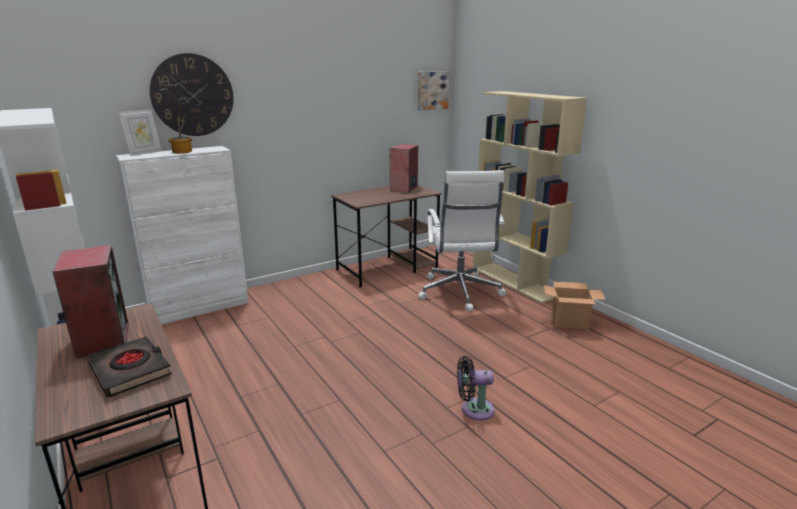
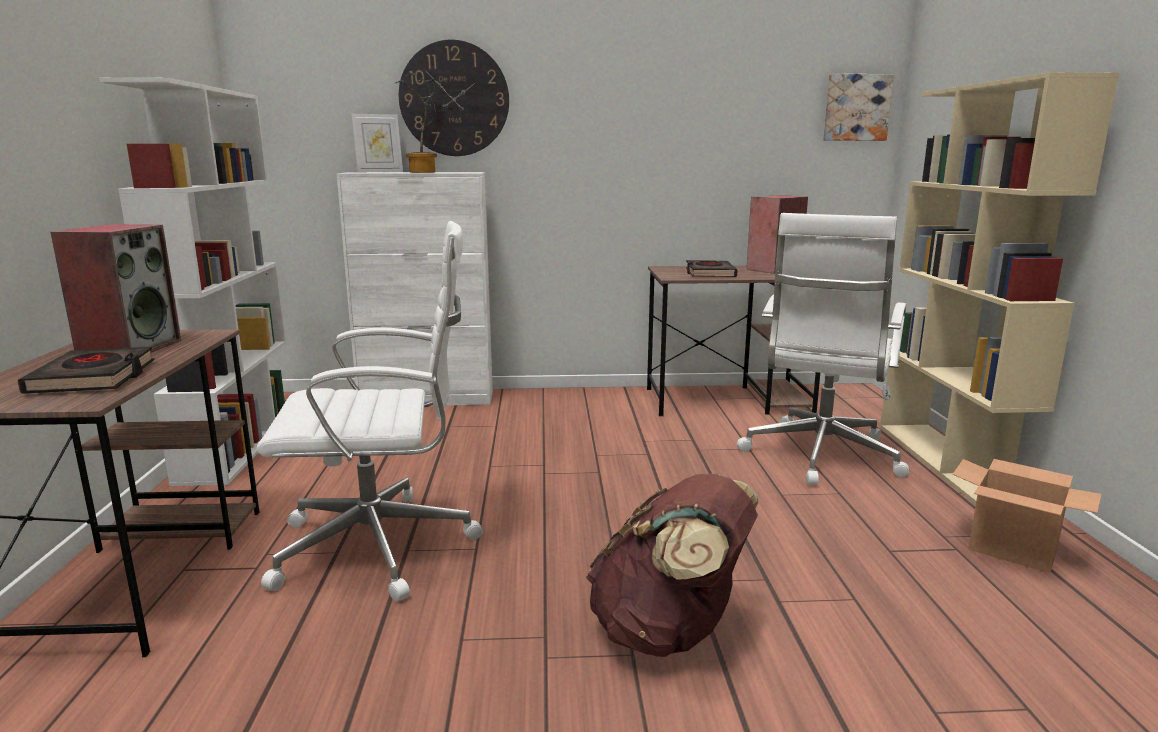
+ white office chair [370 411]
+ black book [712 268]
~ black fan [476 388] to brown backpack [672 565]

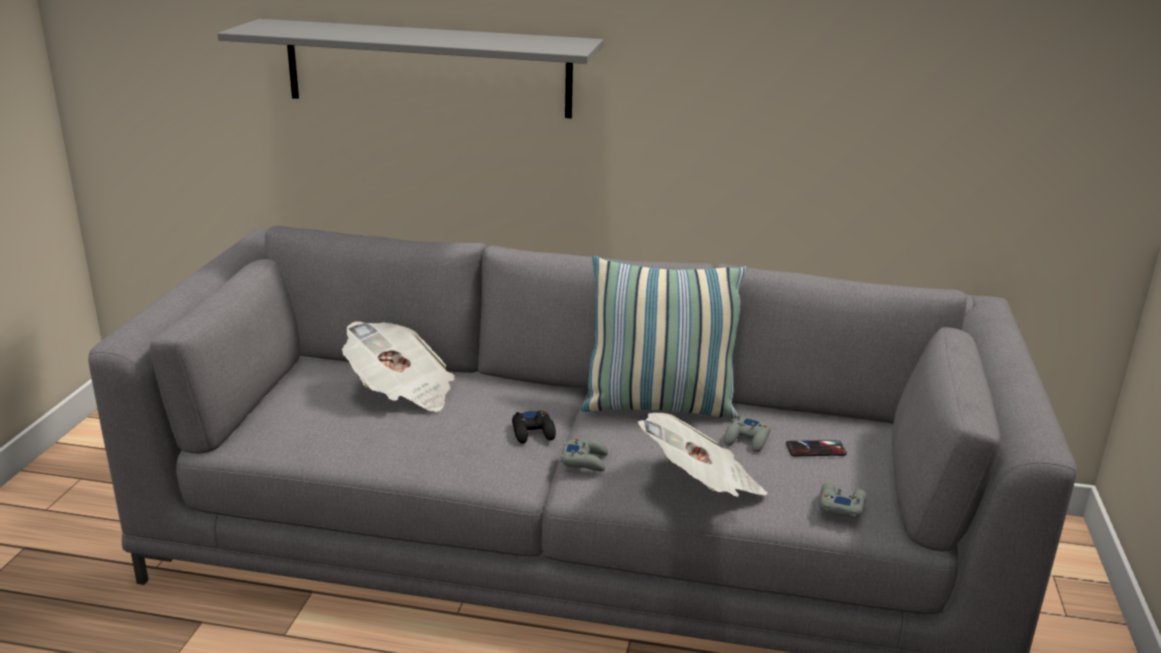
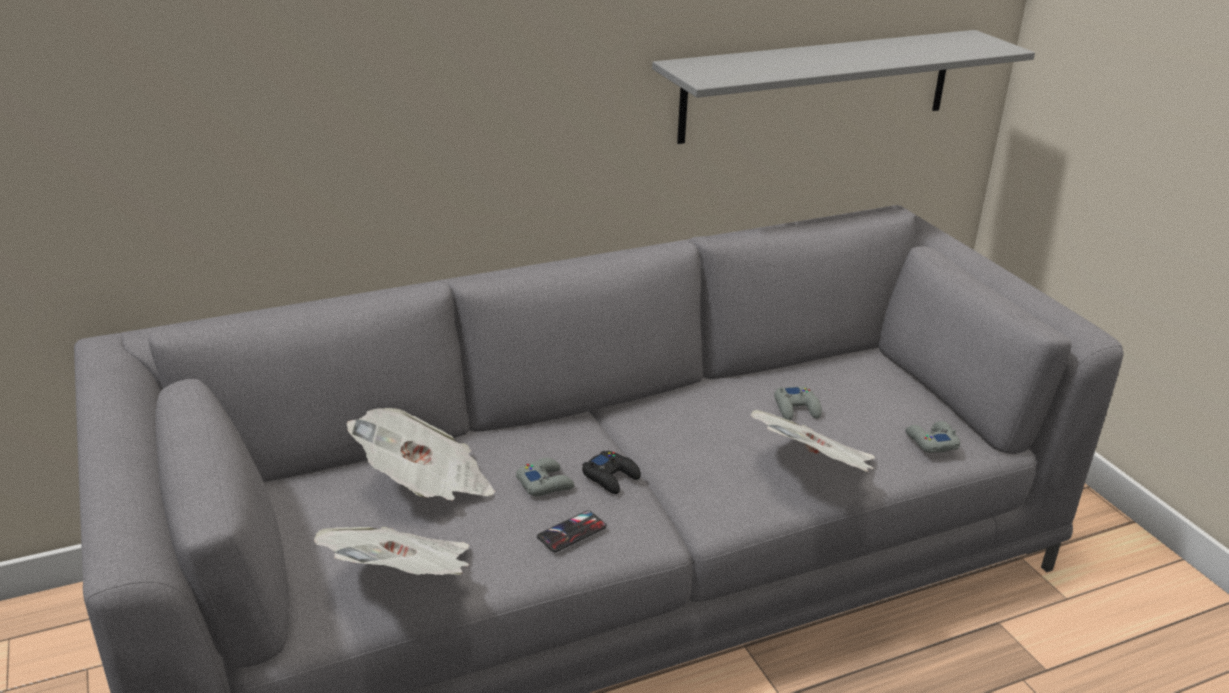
- pillow [664 337]
+ newspaper [391 551]
~ grey shelf [410 68] to [843 87]
~ grey game controller [584 455] to [545 477]
~ phone [816 448] to [572 531]

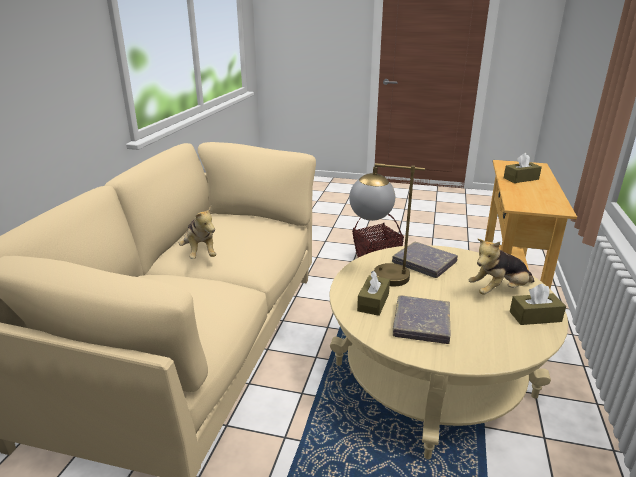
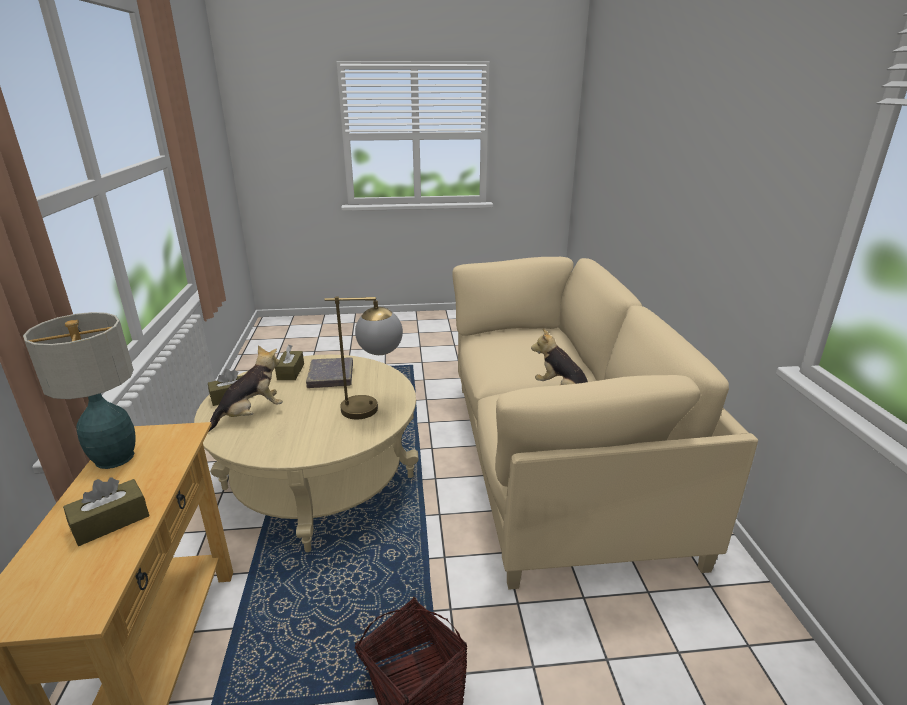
- grey book [425 260]
+ table lamp [79 390]
~ brown tissue box [373 293] to [289 362]

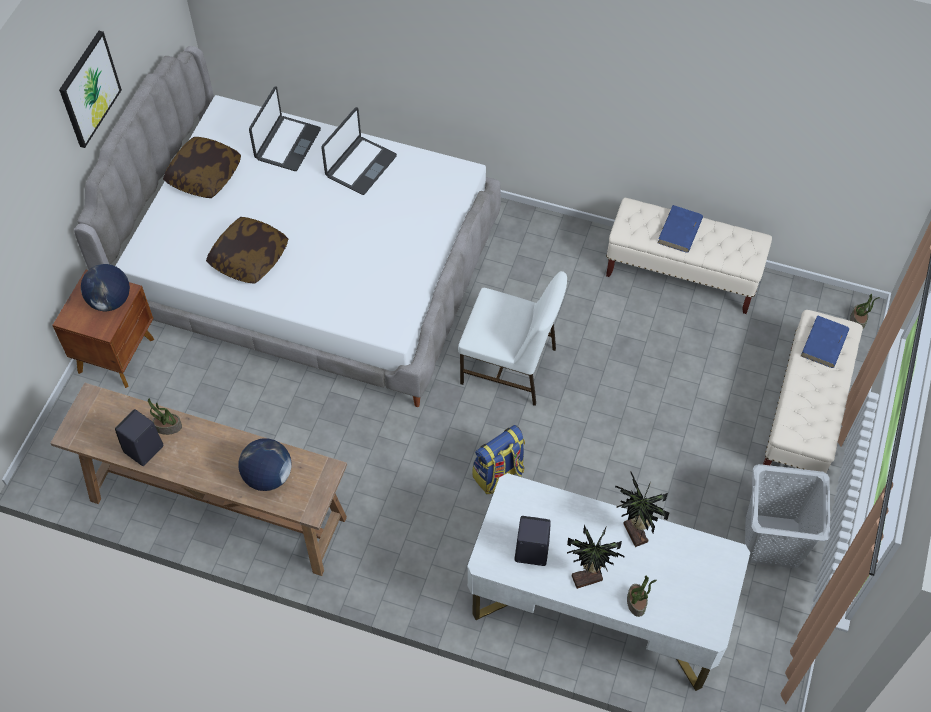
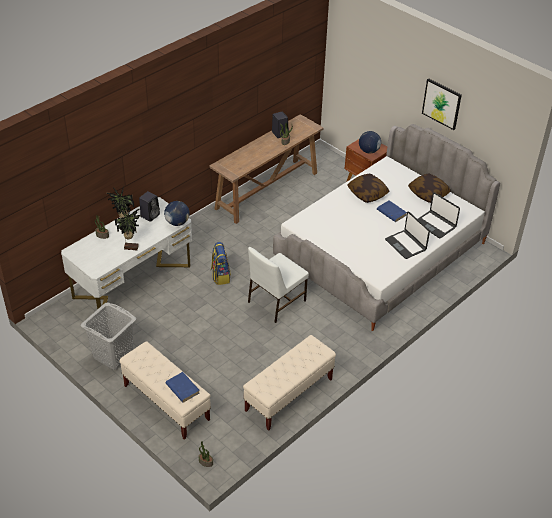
~ globe [265 464] to [177 213]
~ blue book [680 229] to [392 211]

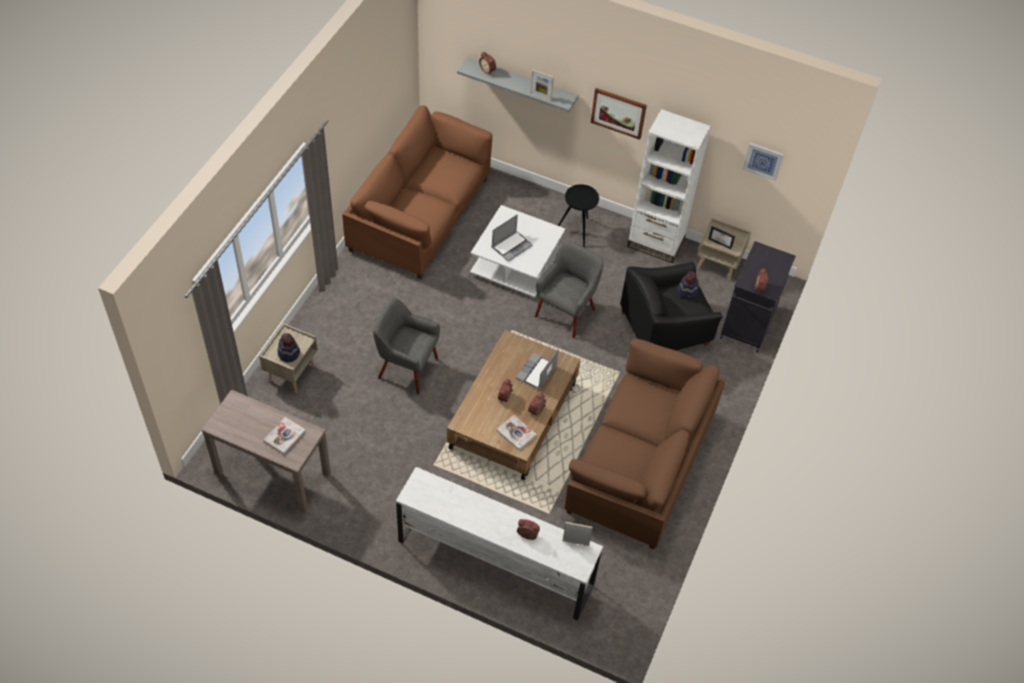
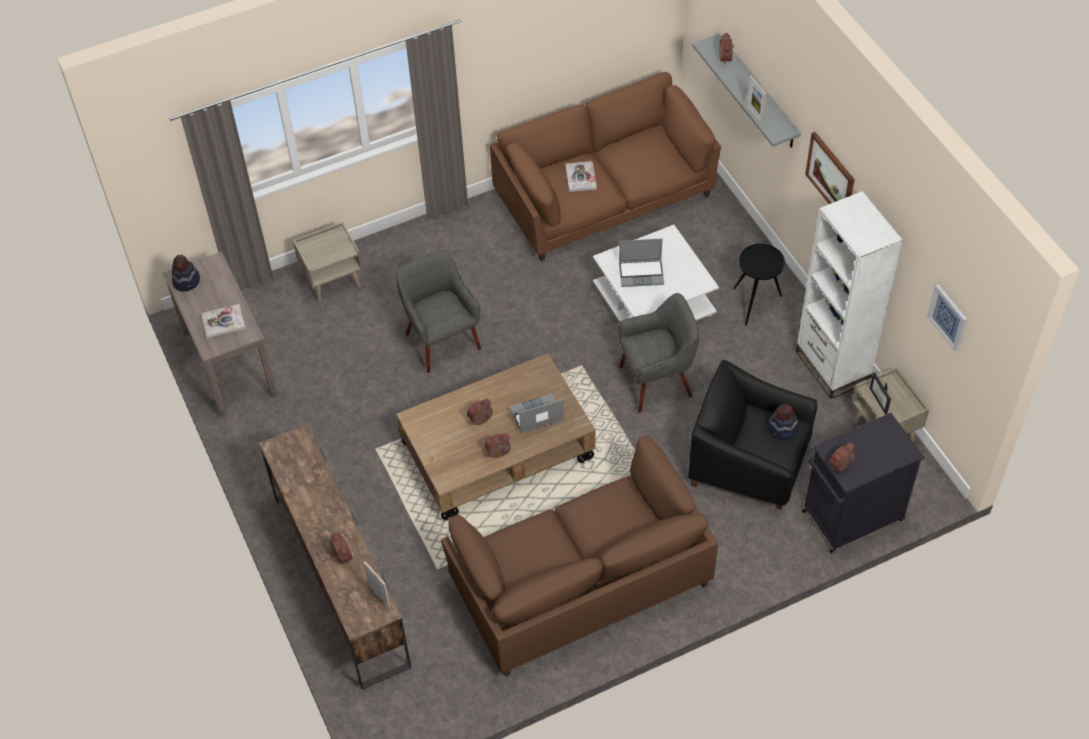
~ hat [289 347] to [186 273]
~ book [516 432] to [581 176]
~ white tv stand [499 544] to brown tv stand [335 557]

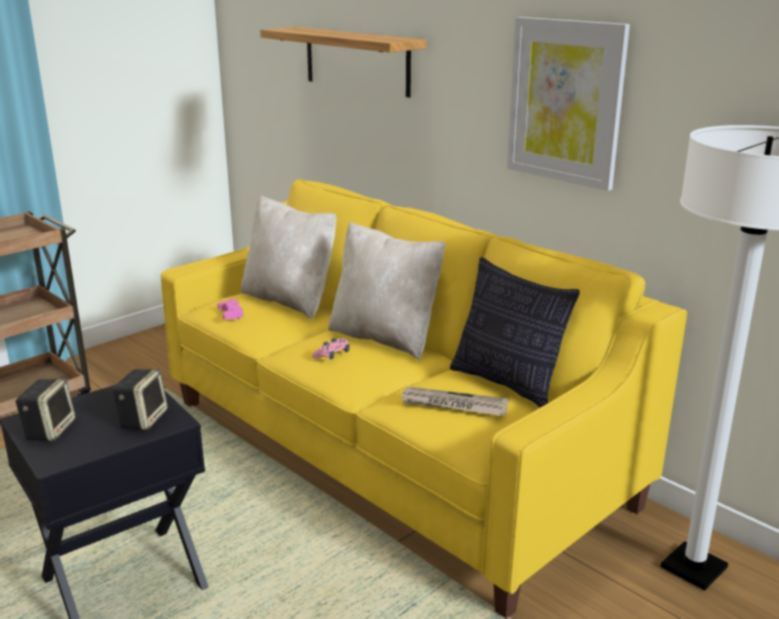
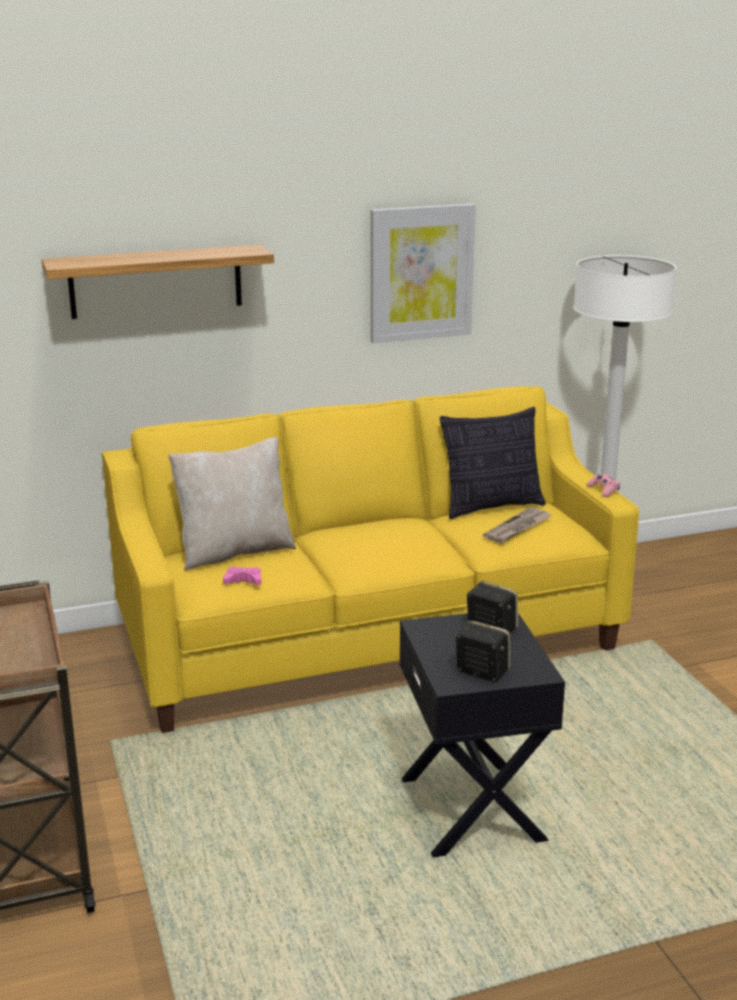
- beige pillow [387 291]
~ pink game controller [331 348] to [603 485]

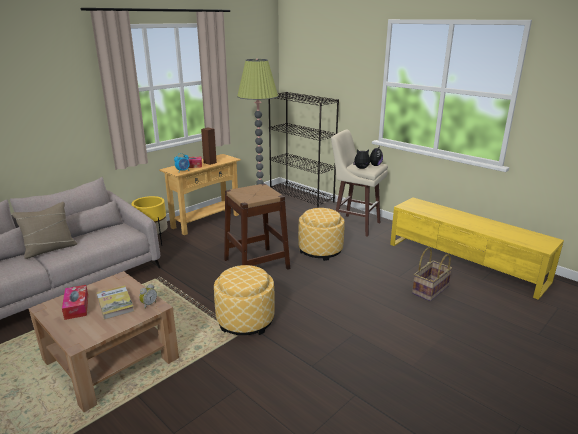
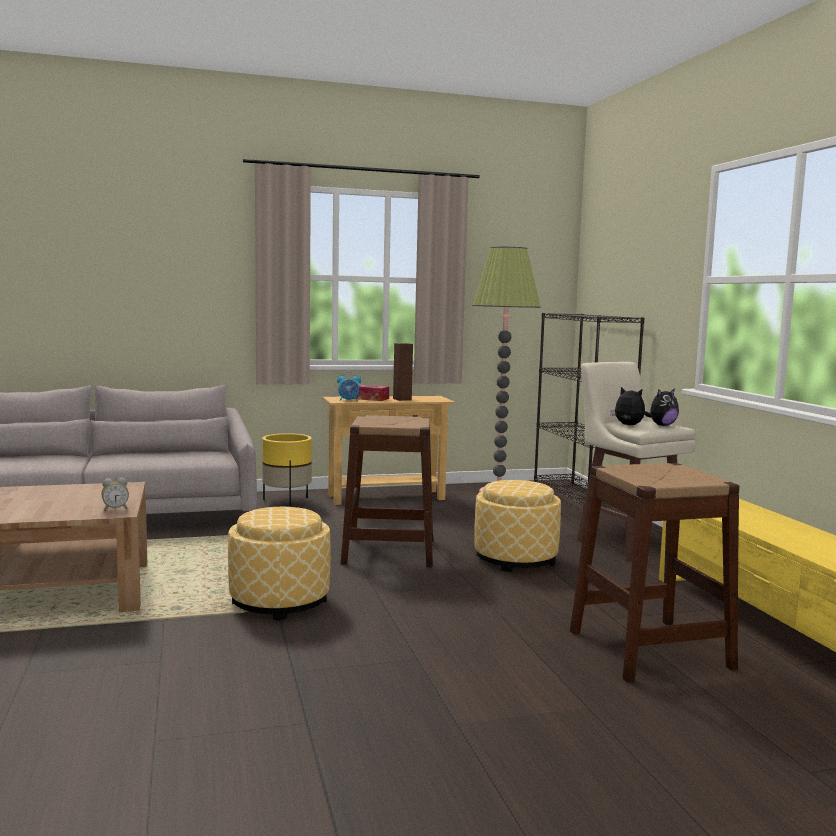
- beige pillow [44 230]
- tissue box [75 302]
- book [115 302]
~ basket [432 274] to brown stool [655 573]

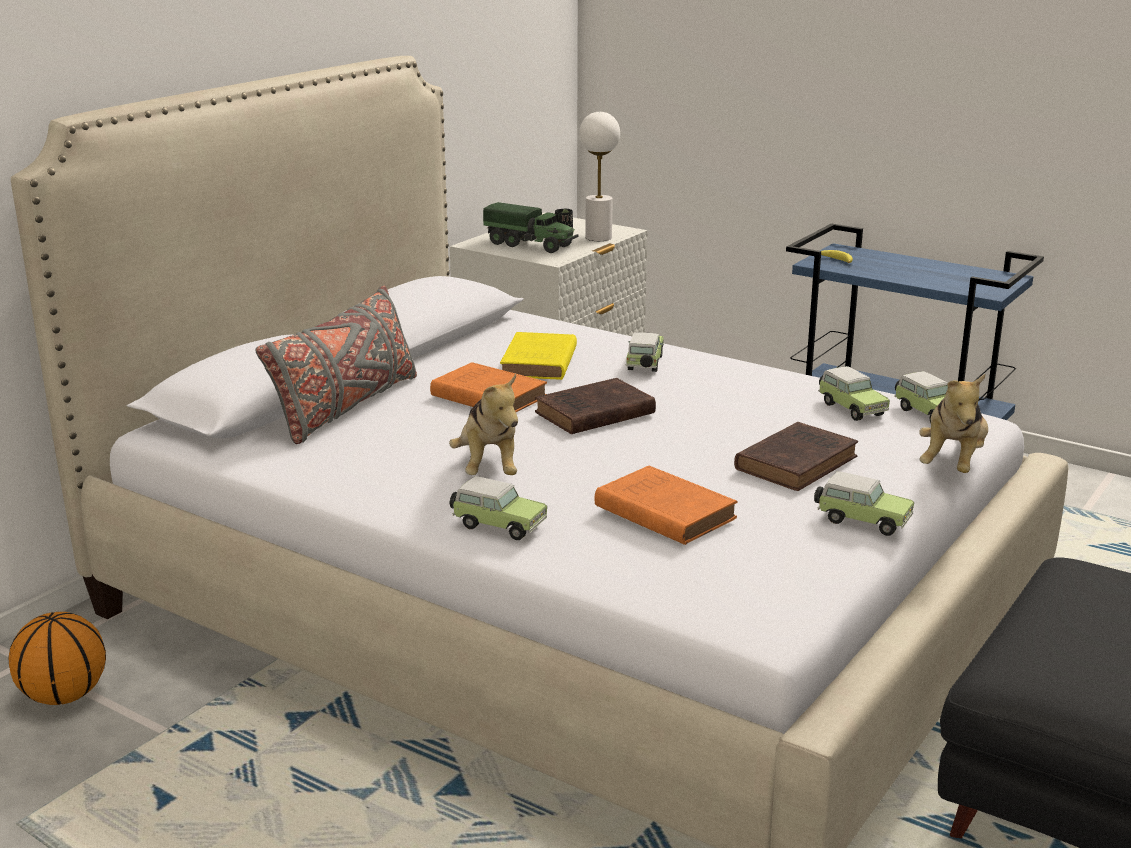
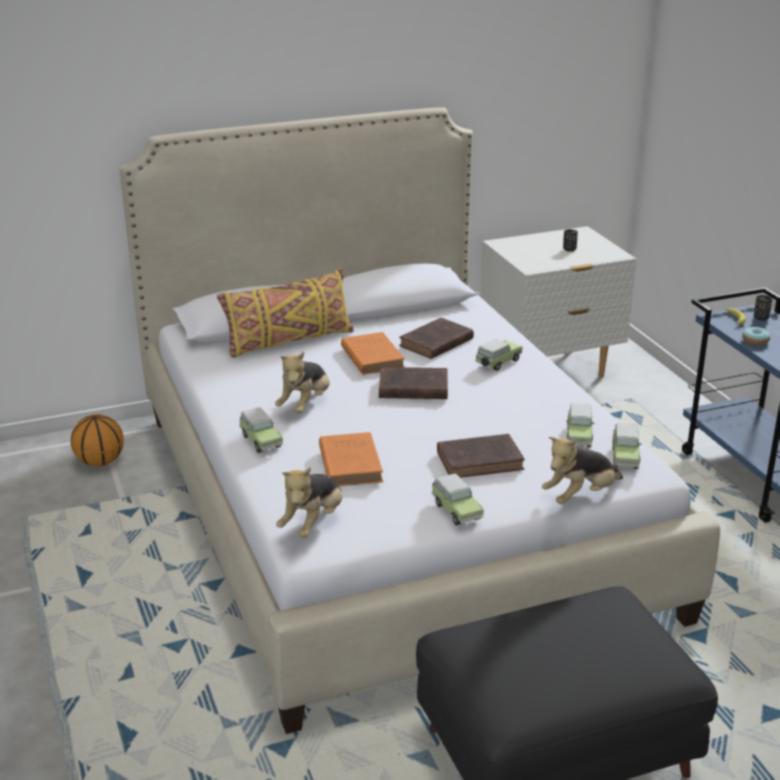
- toy truck [530 227]
- white table lamp [599 176]
+ plush toy [309 502]
+ donut [756 336]
+ black cup [763 308]
~ grey pillow [336 365] to yellow pillow [285 313]
~ yellow book [538 356] to brown book [436 338]

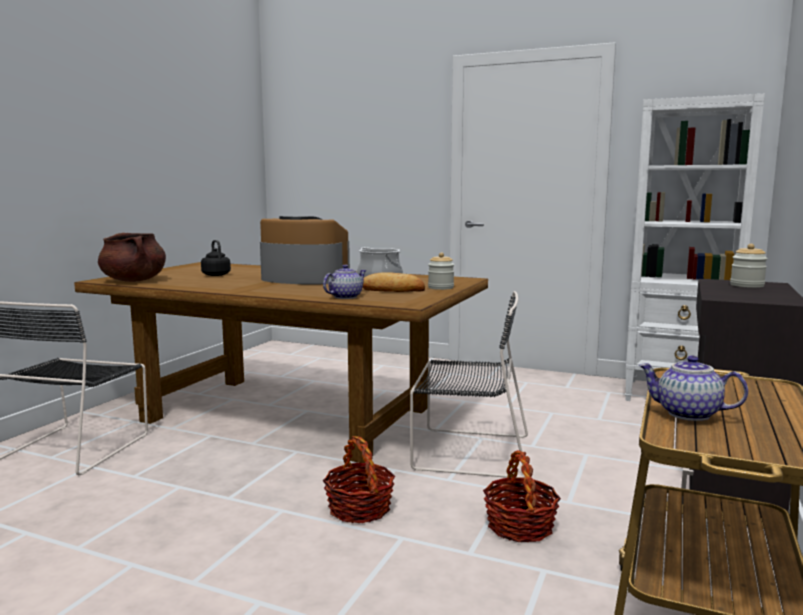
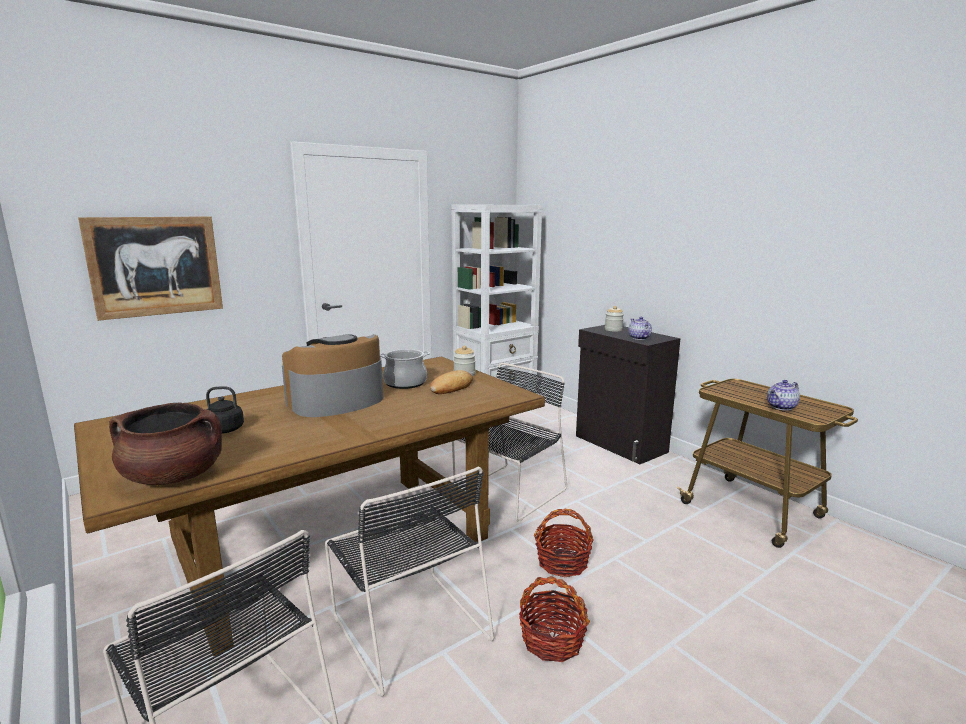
+ picture [150 268]
+ black chair [409 582]
~ teapot [345 282] to [640 328]
~ basket [522 496] to [554 619]

